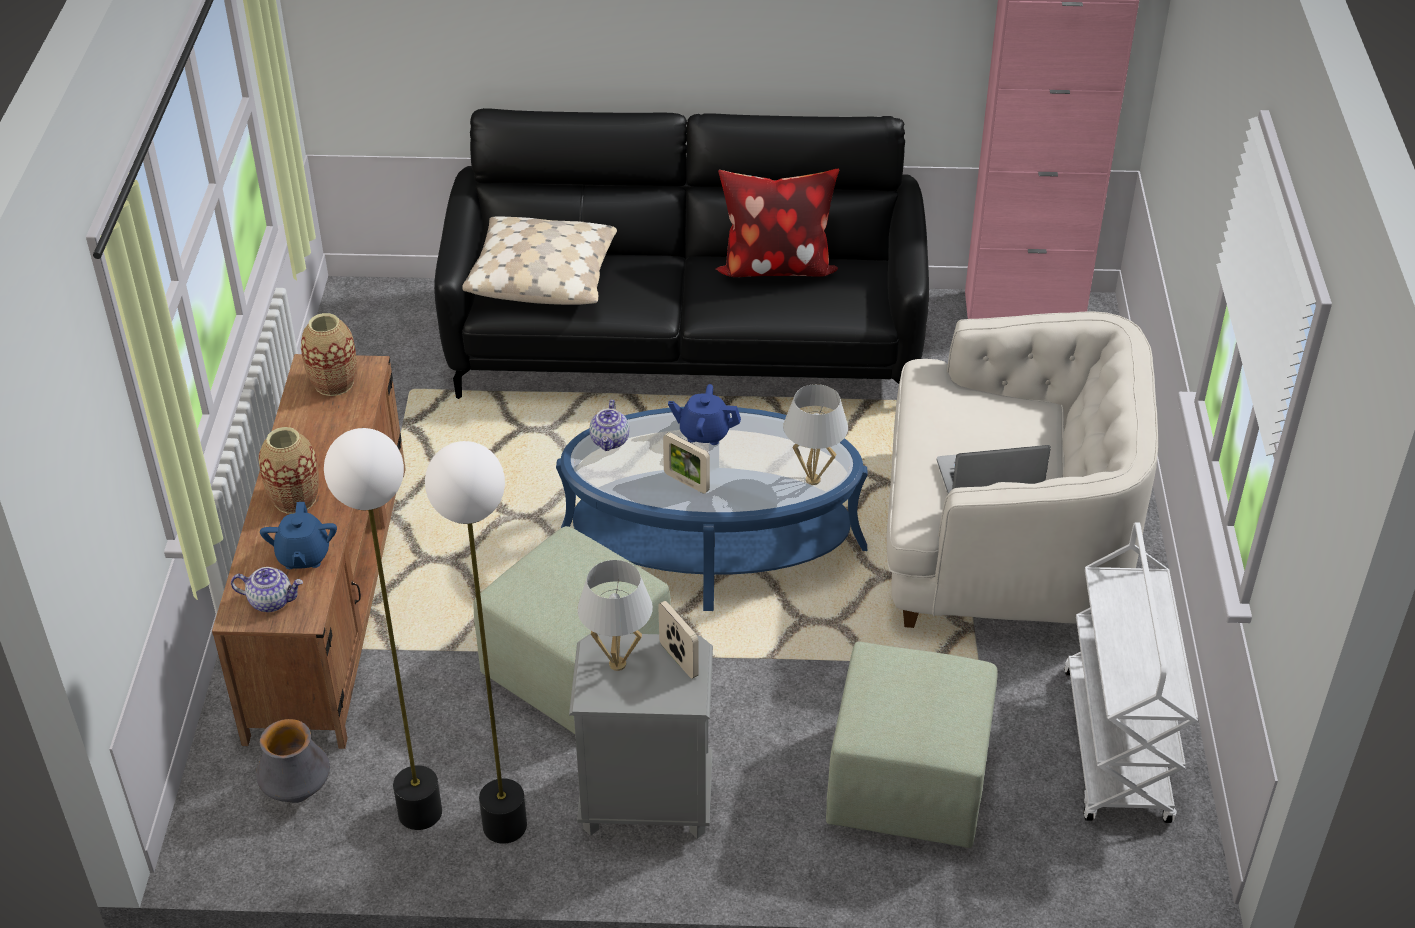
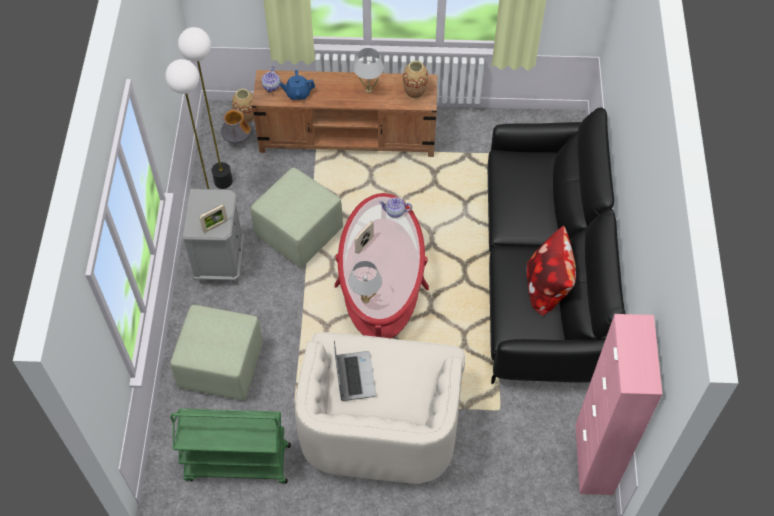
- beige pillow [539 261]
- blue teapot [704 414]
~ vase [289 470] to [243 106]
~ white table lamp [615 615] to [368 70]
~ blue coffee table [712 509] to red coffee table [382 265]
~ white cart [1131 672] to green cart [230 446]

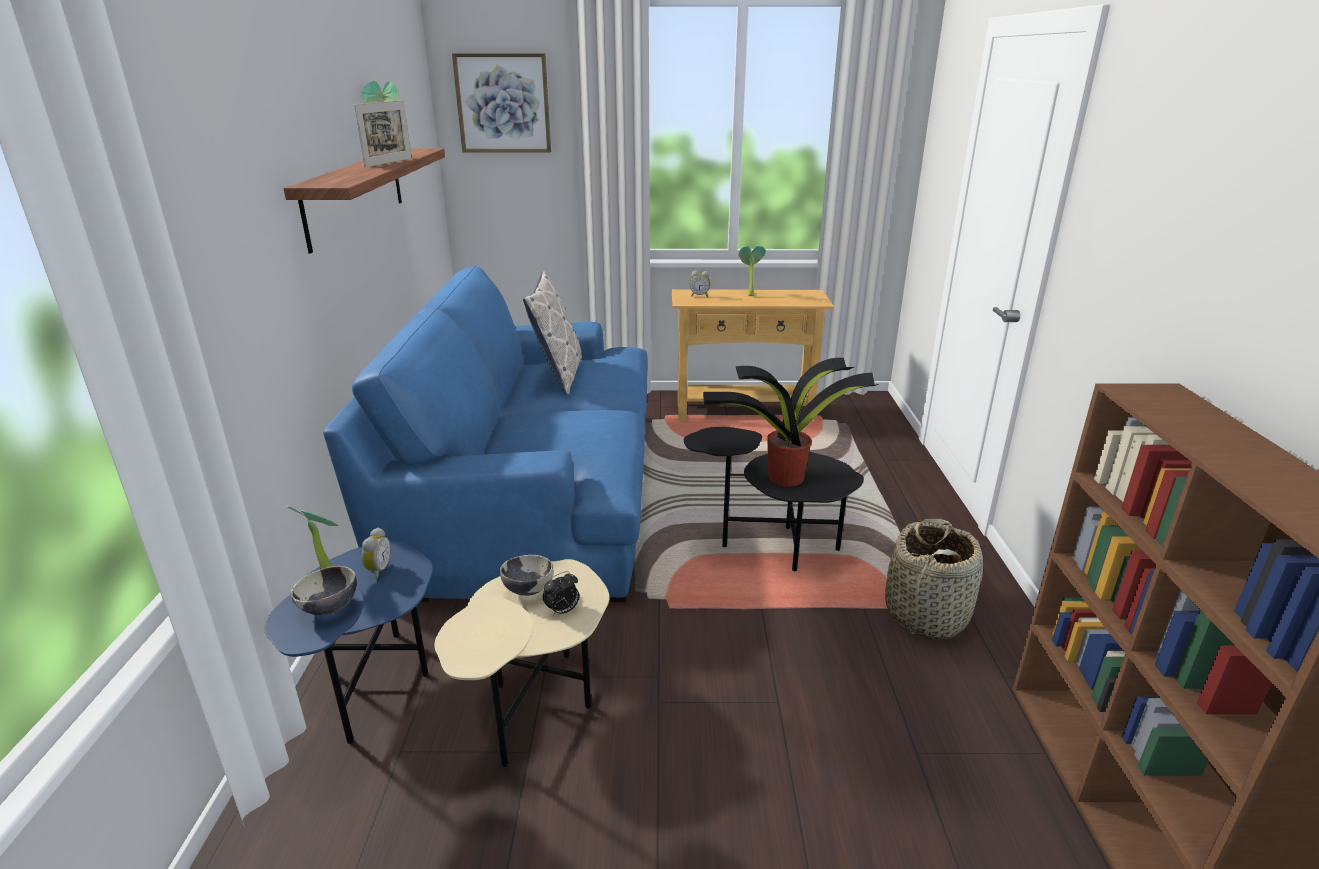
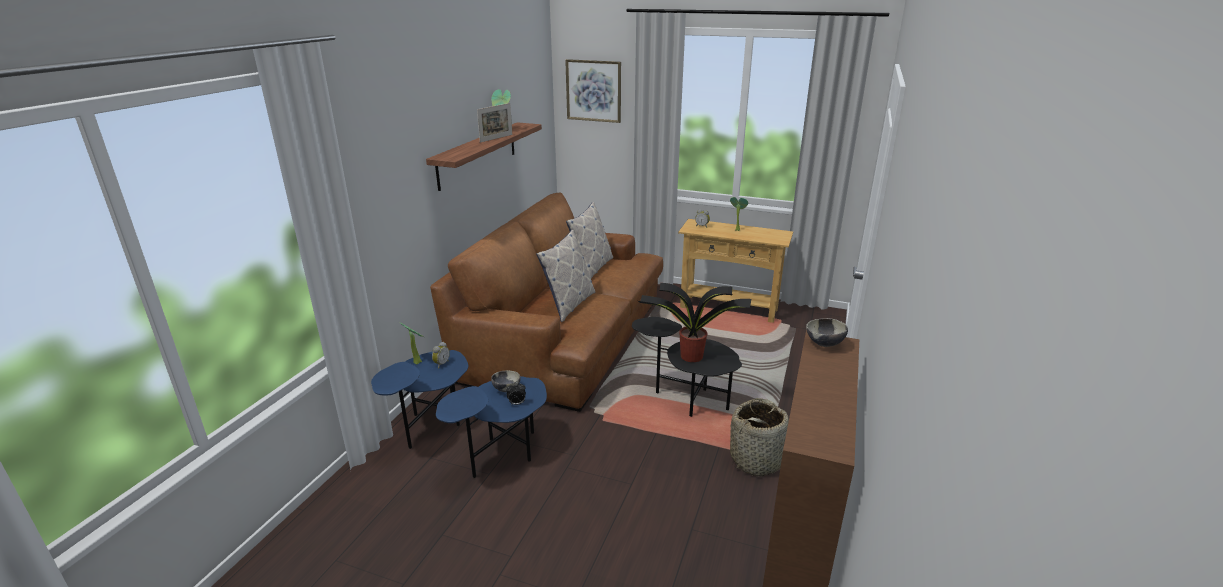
+ pillow [565 276]
~ bowl [324 591] to [827 332]
~ blue sofa [485 434] to brown sofa [546 302]
~ beige side table [522 663] to blue side table [491 427]

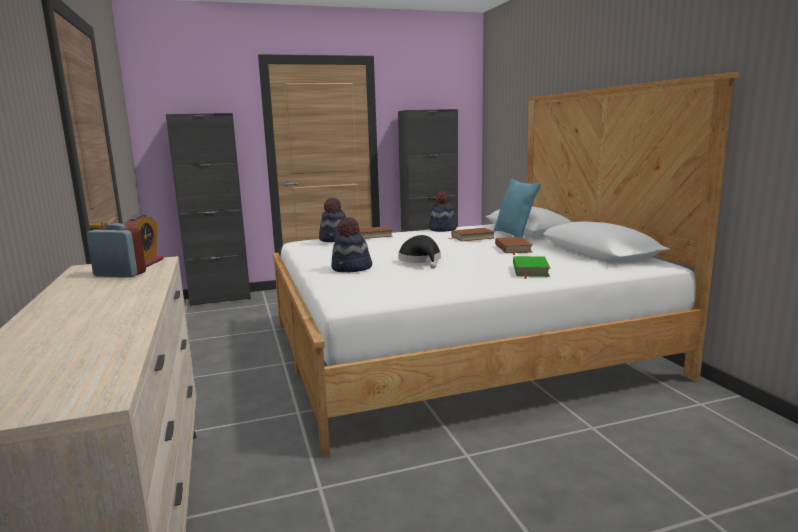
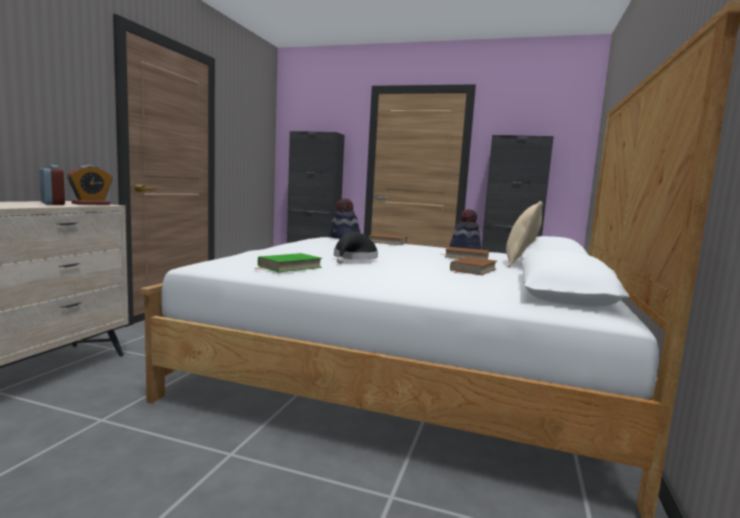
- hat [351 244]
~ green book [531 267] to [287 262]
~ turquoise pillow [517 208] to beige pillow [524 234]

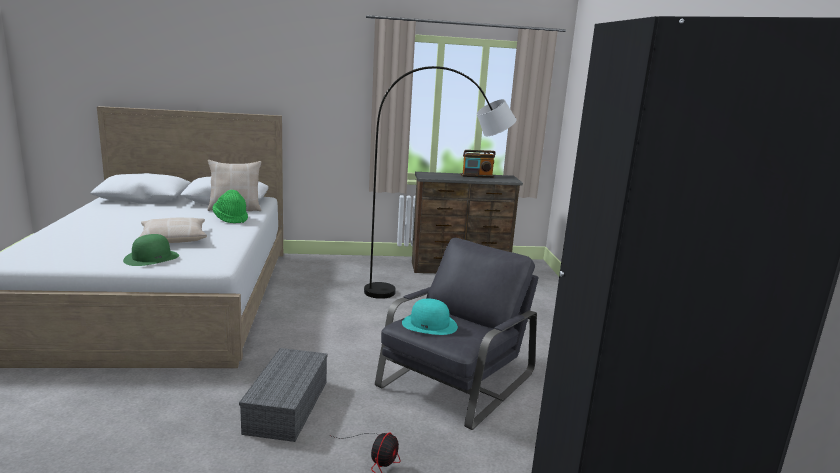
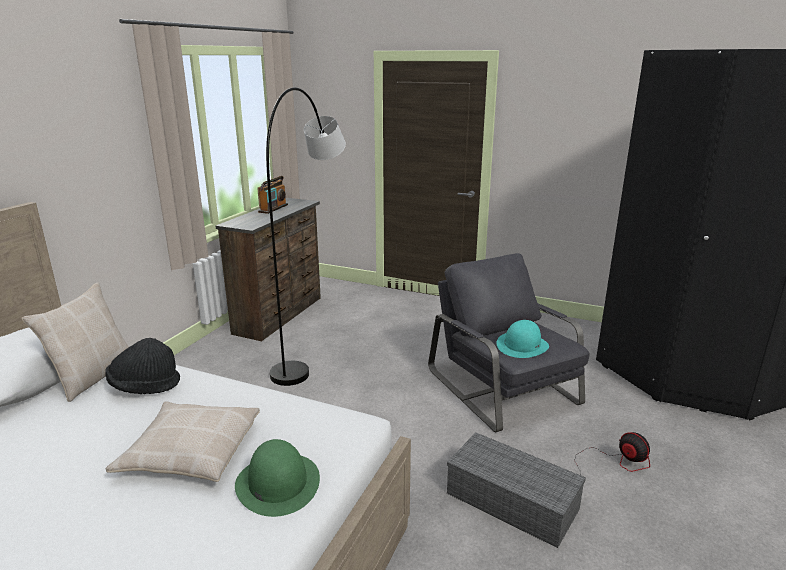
~ green hat [230 206] to black hat [142 366]

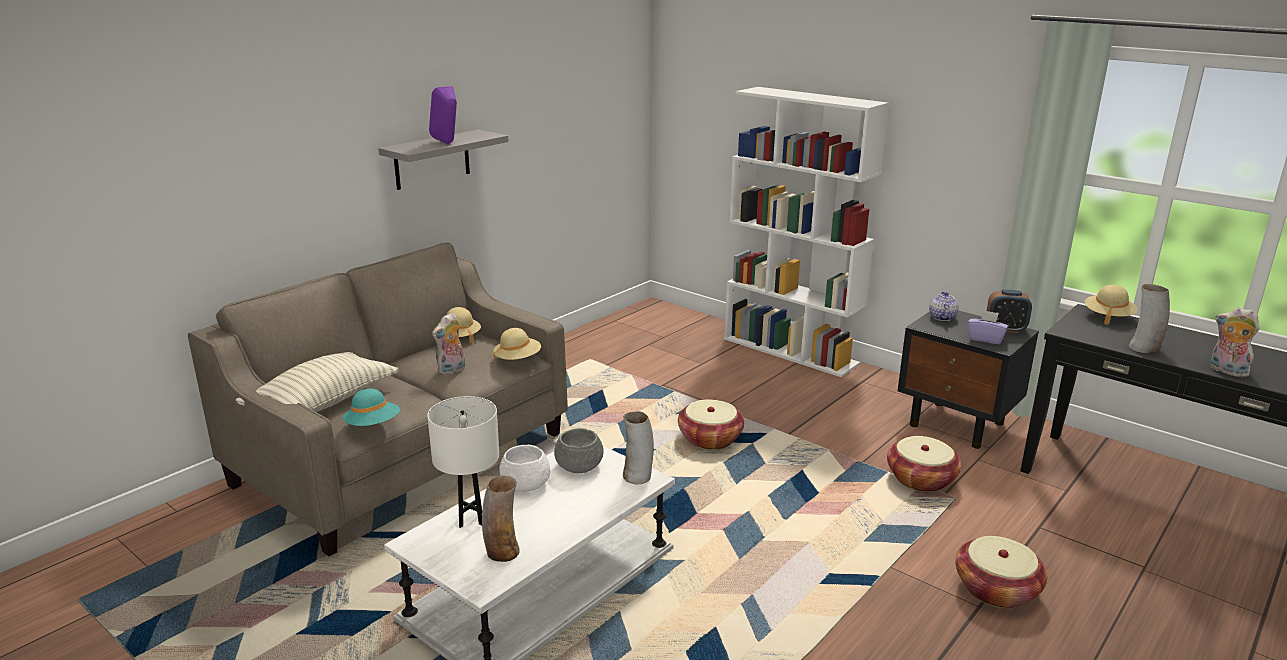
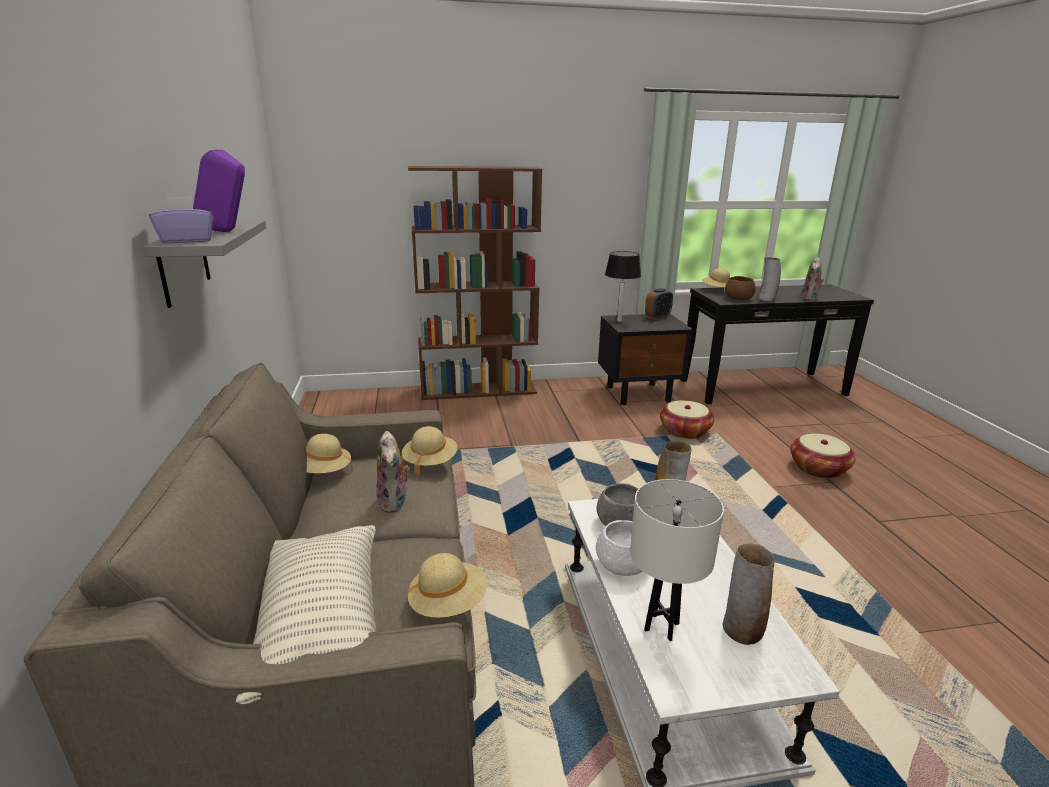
- basket [711 424]
+ brown bowl [740 288]
~ purple tissue box [987 327] to [181 219]
~ teapot [944 306] to table lamp [623 286]
~ turquoise hat [371 407] to beige hat [447 585]
~ white bookcase [806 232] to brown bookcase [475 283]
~ plush toy [1235 342] = [812 279] 60 degrees counterclockwise

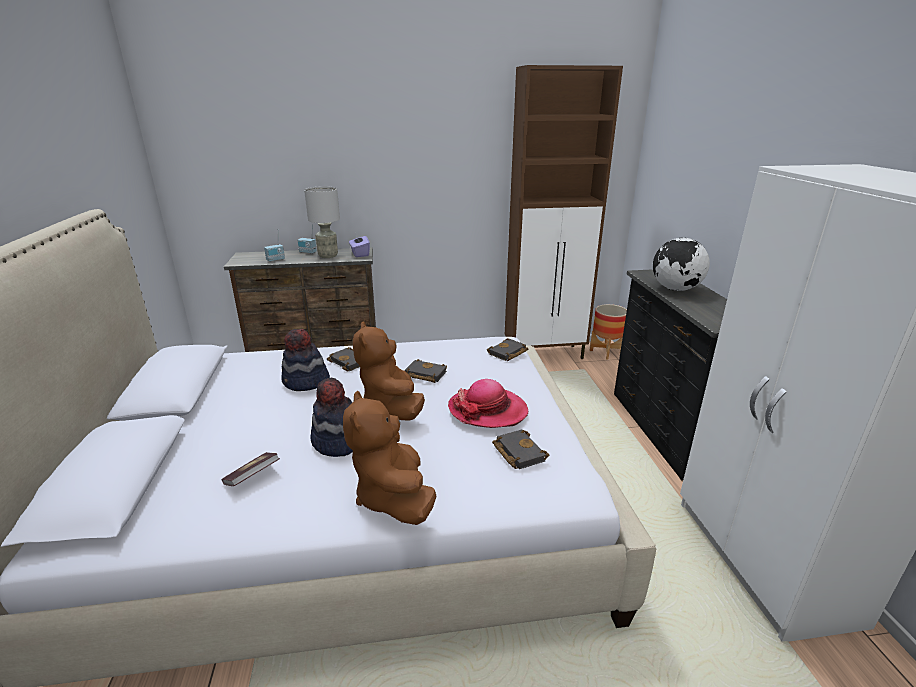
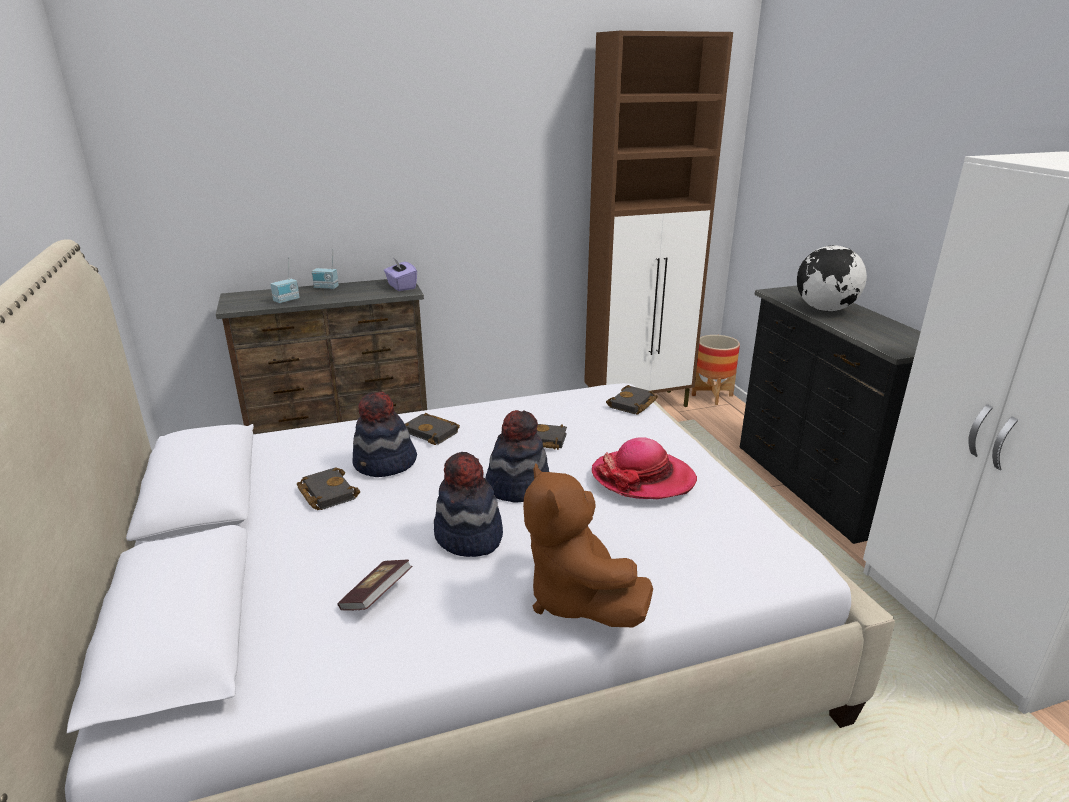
- grey table lamp [322 222]
~ black book [520 449] to [328 488]
~ brown plush toy [389 371] to hat [517 456]

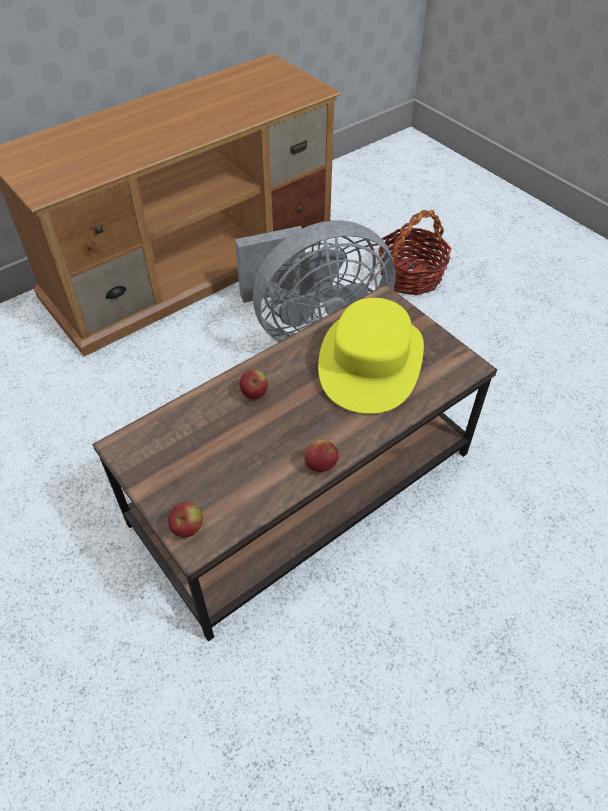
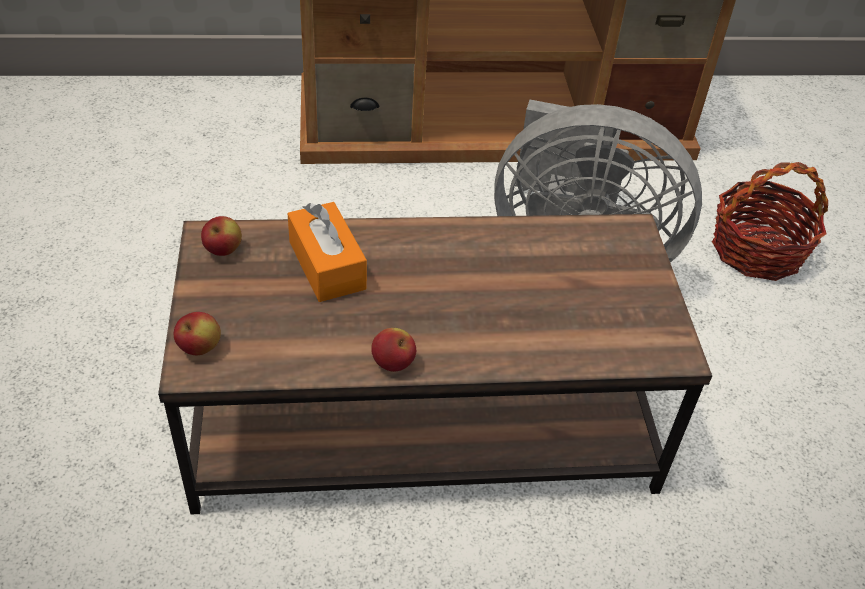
- yellow hat [371 356]
+ orange tissue box [327 252]
~ apple [253 384] to [221 236]

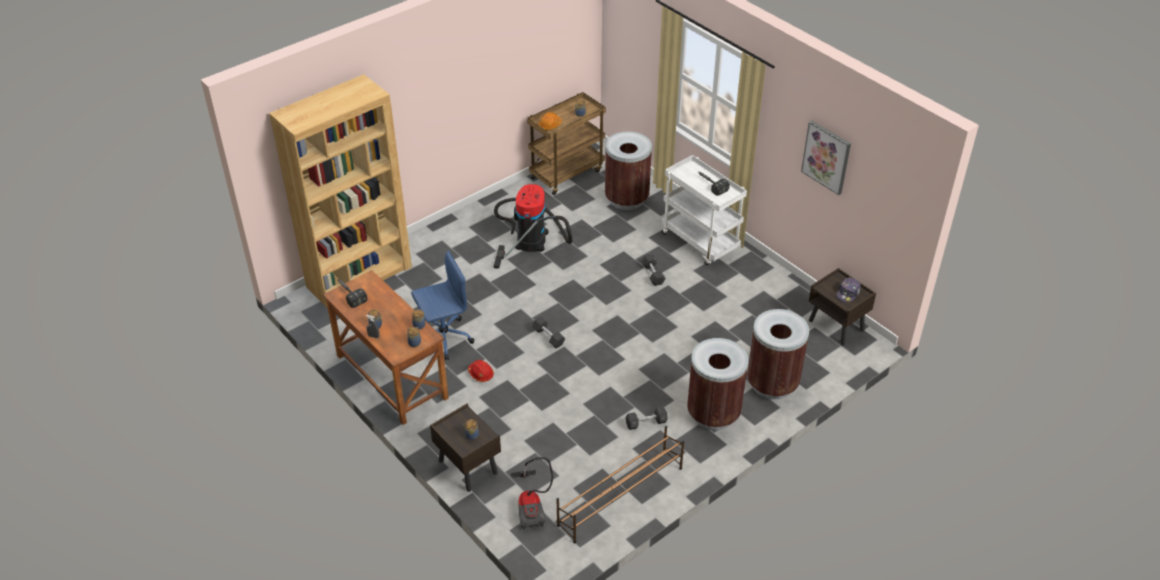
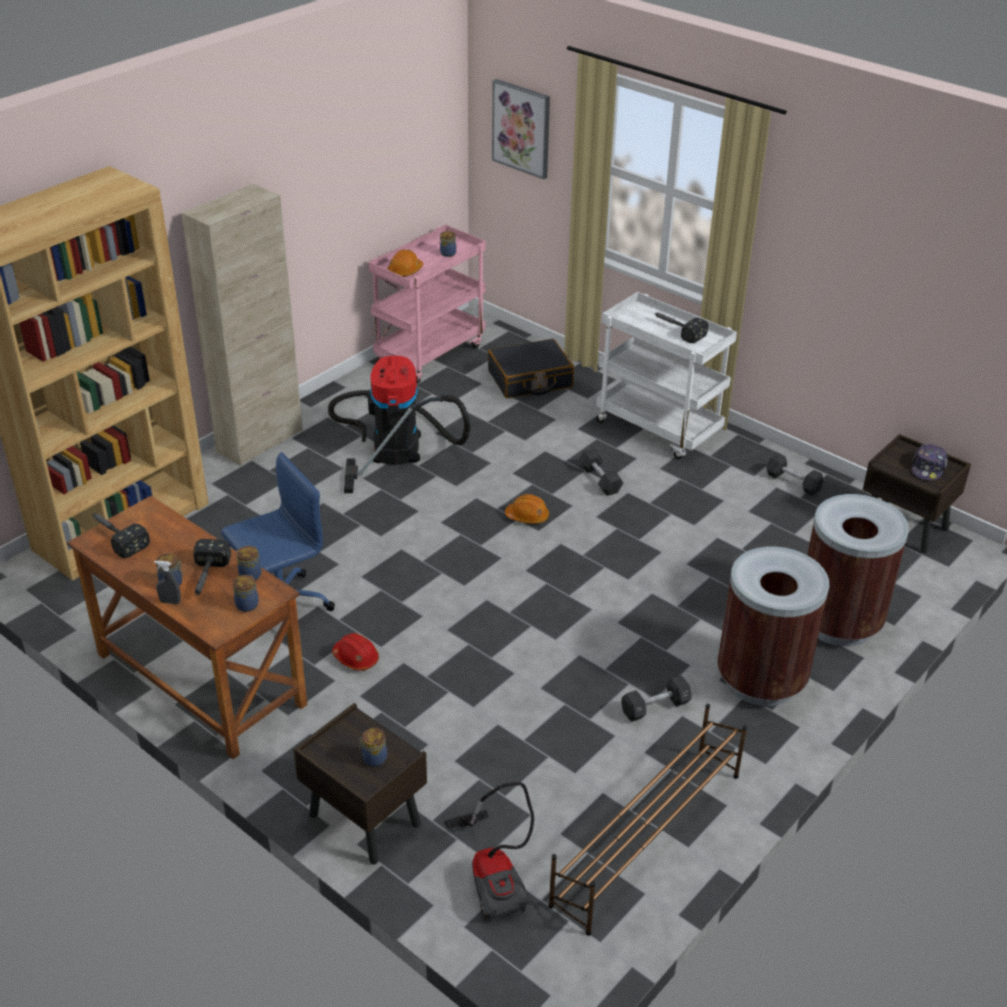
+ beige cabinet [242 325]
+ hammer [212 567]
+ orange hard hat [527 509]
~ black dumbbell [548 332] to [795 474]
~ picture [826 157] to [521 129]
~ brown trash can [628 171] to black suitcase [531 368]
~ brown cart [566 143] to pink cart [427 304]

